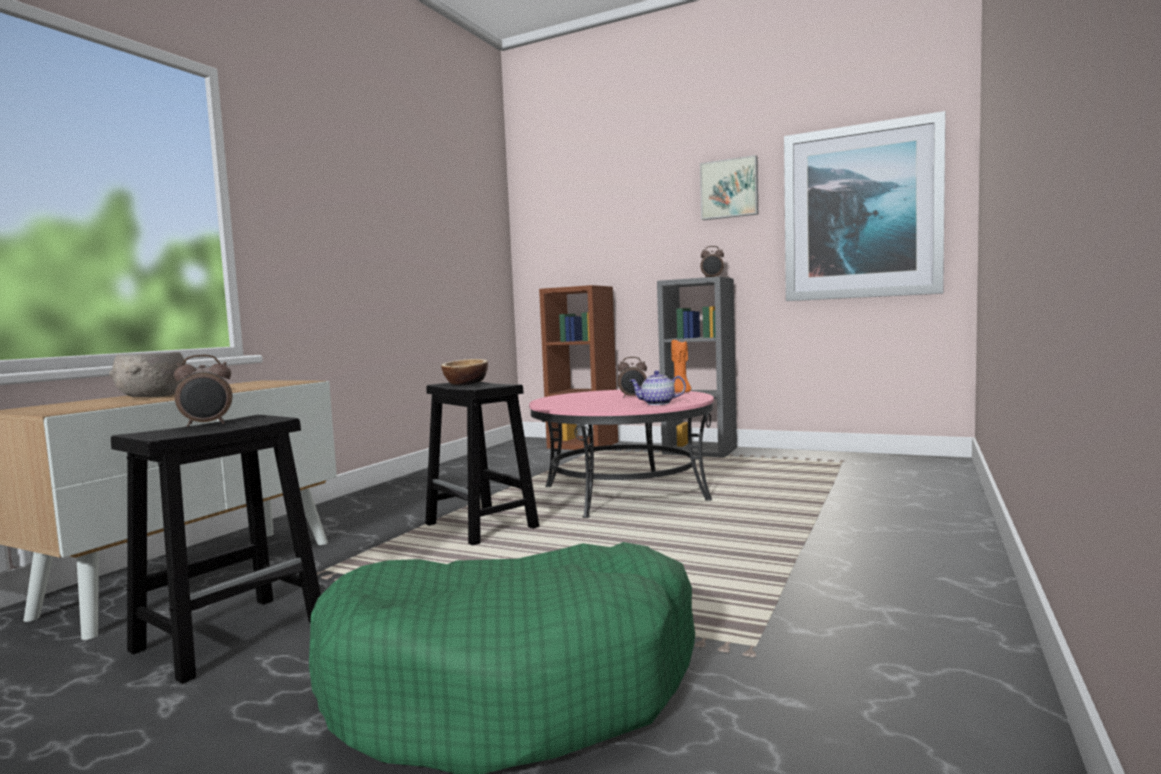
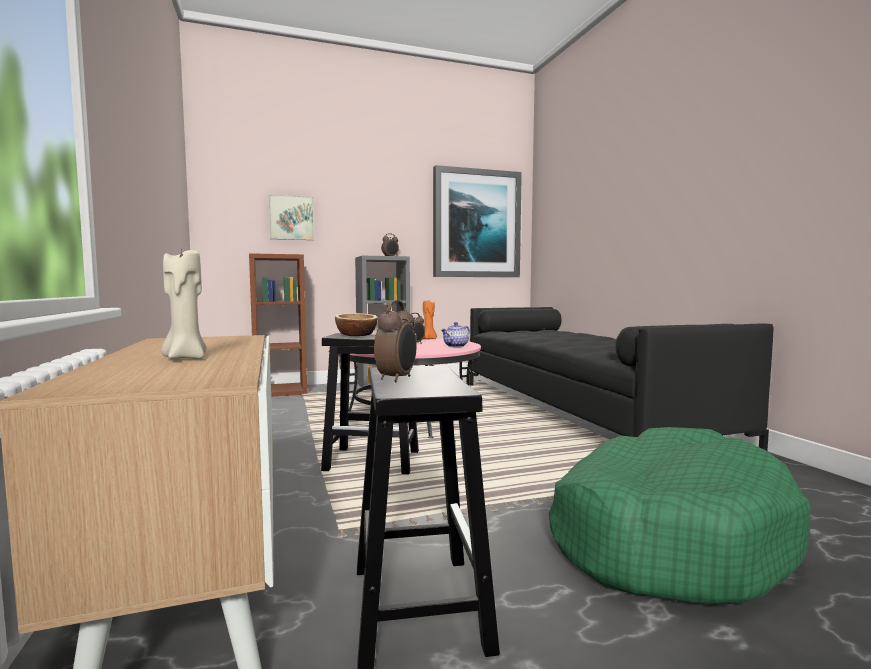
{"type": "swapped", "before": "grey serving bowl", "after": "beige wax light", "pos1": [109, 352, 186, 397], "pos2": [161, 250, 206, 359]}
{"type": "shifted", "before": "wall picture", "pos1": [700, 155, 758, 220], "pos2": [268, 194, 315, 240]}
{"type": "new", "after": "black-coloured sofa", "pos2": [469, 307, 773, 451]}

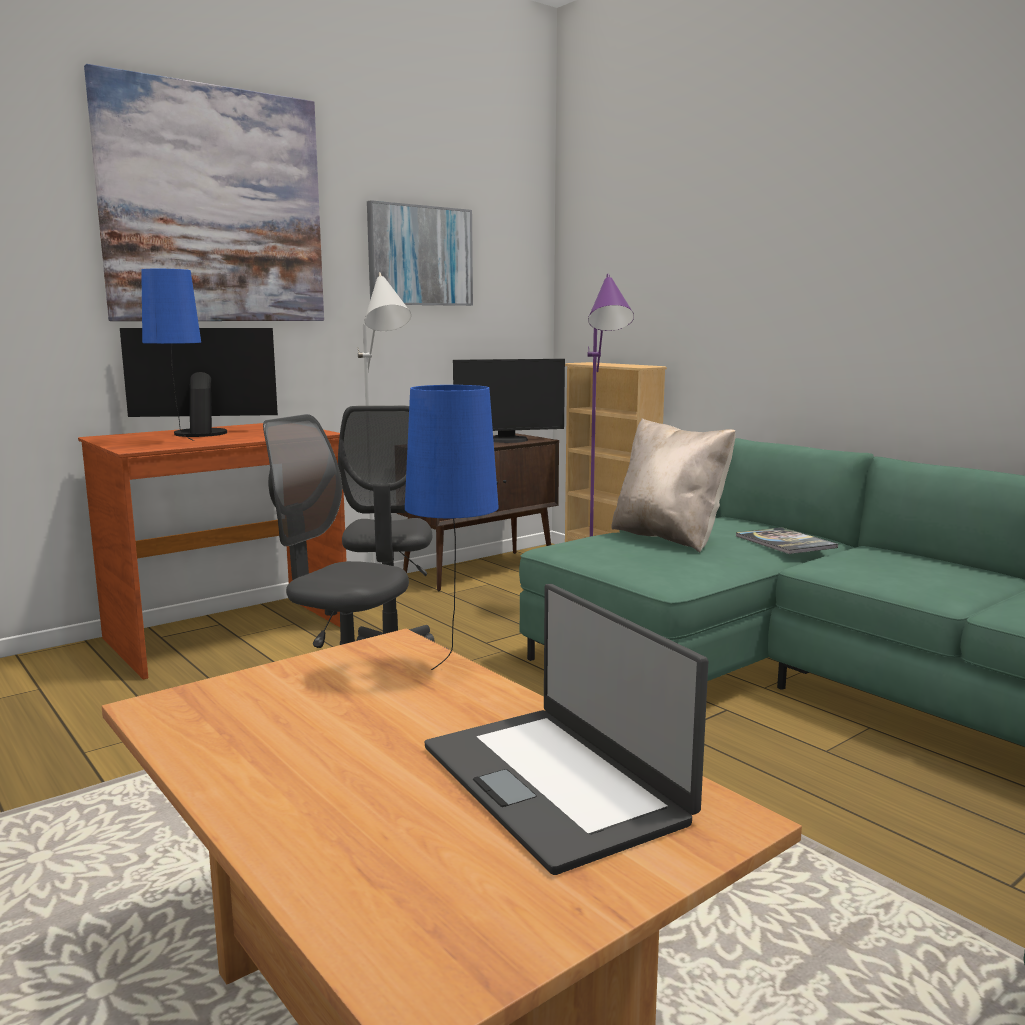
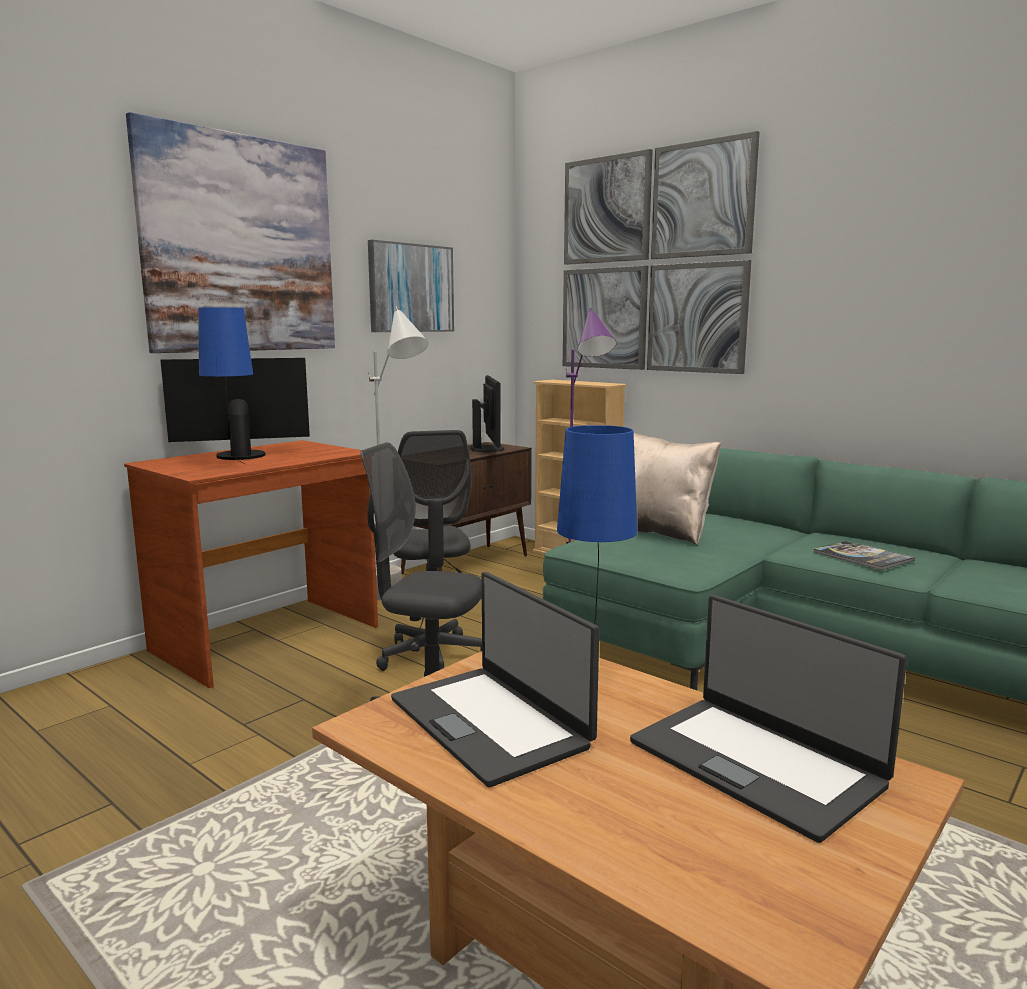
{"type": "rotated", "before": "monitor", "pos1": [453, 359, 565, 443], "pos2": [471, 375, 505, 452], "turn": -75}
{"type": "shifted", "before": "volume", "pos1": [736, 527, 838, 554], "pos2": [814, 541, 915, 570]}
{"type": "new", "after": "notebook computer", "pos2": [391, 572, 599, 787]}
{"type": "new", "after": "wall picture", "pos2": [563, 131, 759, 374]}

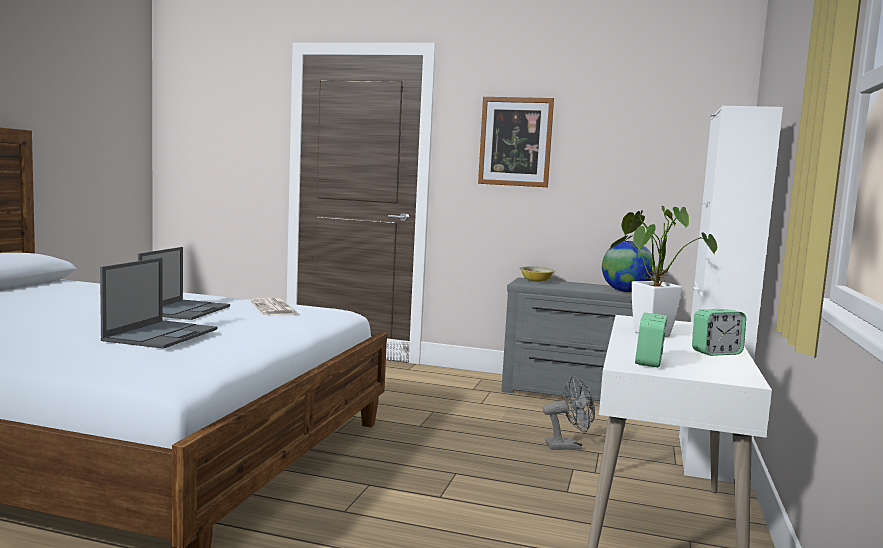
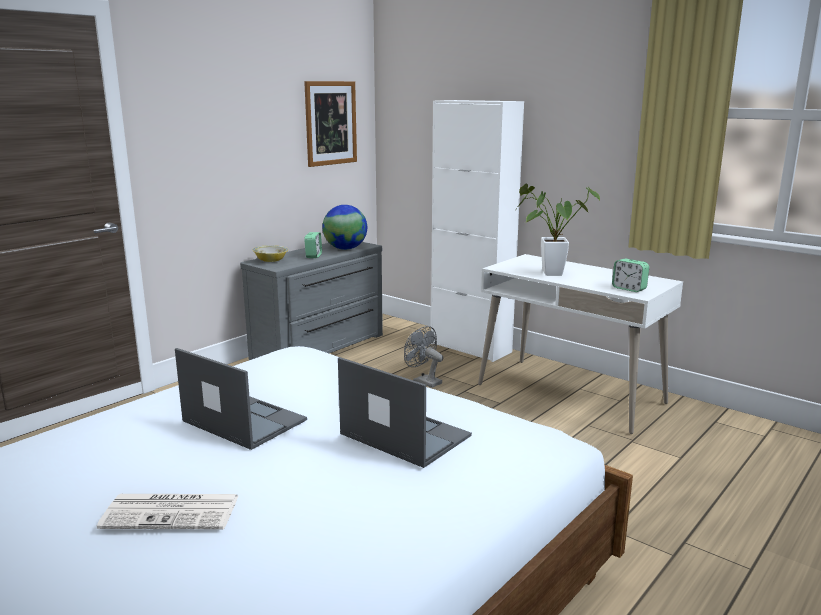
{"type": "shifted", "before": "daily paper", "pos1": [251, 298, 300, 316], "pos2": [97, 494, 239, 529]}
{"type": "shifted", "before": "wall picture", "pos1": [478, 97, 554, 187], "pos2": [304, 81, 357, 167]}
{"type": "rotated", "before": "grey electric fan", "pos1": [543, 376, 595, 450], "pos2": [404, 326, 443, 388], "turn": -60}
{"type": "shifted", "before": "bedside clock", "pos1": [692, 309, 746, 356], "pos2": [304, 232, 322, 258]}

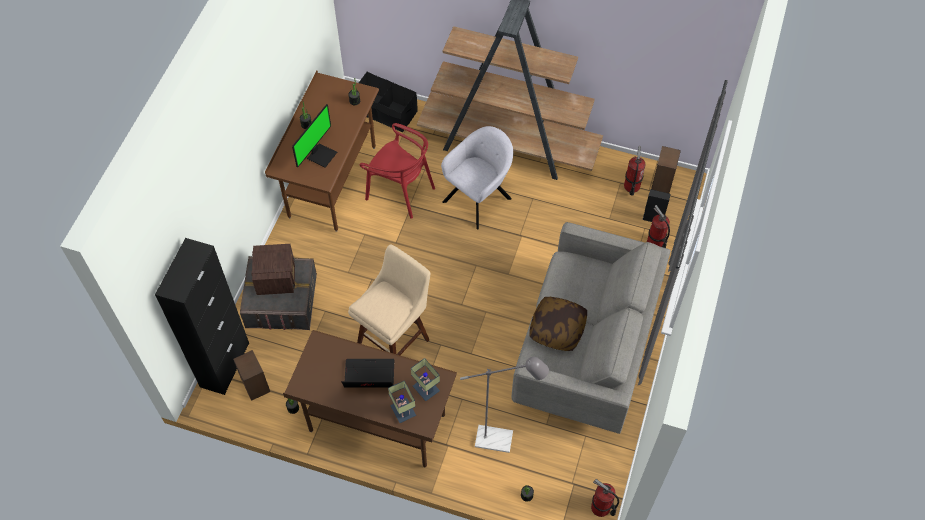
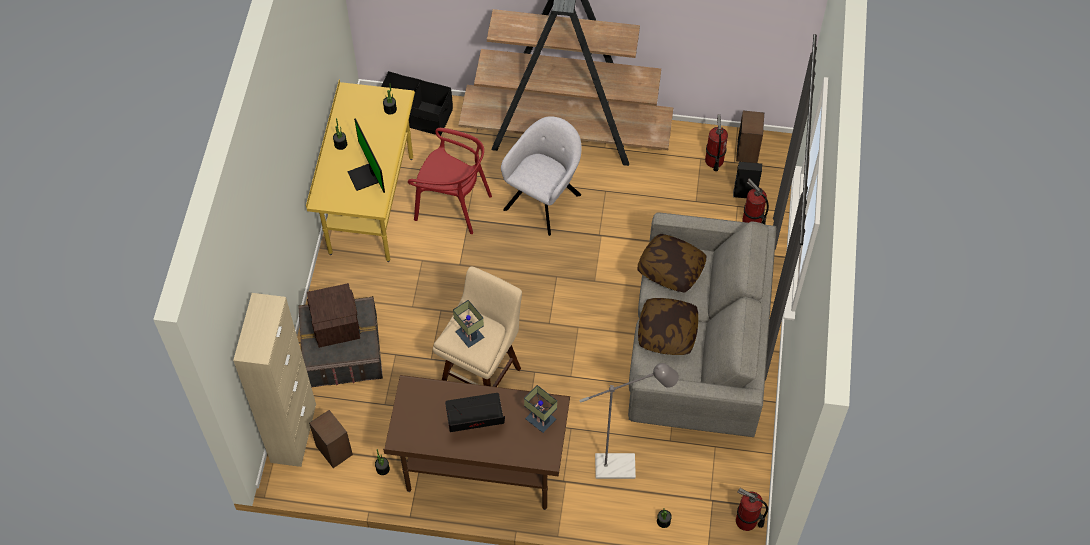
{"type": "repainted", "before": "black-coloured cupboard", "after": "beige cupboard", "pos1": [155, 238, 249, 395], "pos2": [233, 293, 316, 467]}
{"type": "repainted", "before": "brown-coloured desk", "after": "yellowish desk", "pos1": [265, 71, 379, 232], "pos2": [306, 79, 415, 262]}
{"type": "rotated", "before": "monitor", "pos1": [292, 104, 337, 168], "pos2": [347, 118, 385, 193], "turn": 135}
{"type": "shifted", "before": "table lamp", "pos1": [388, 381, 416, 423], "pos2": [453, 300, 485, 348]}
{"type": "new", "after": "pillow", "pos2": [637, 234, 706, 293]}

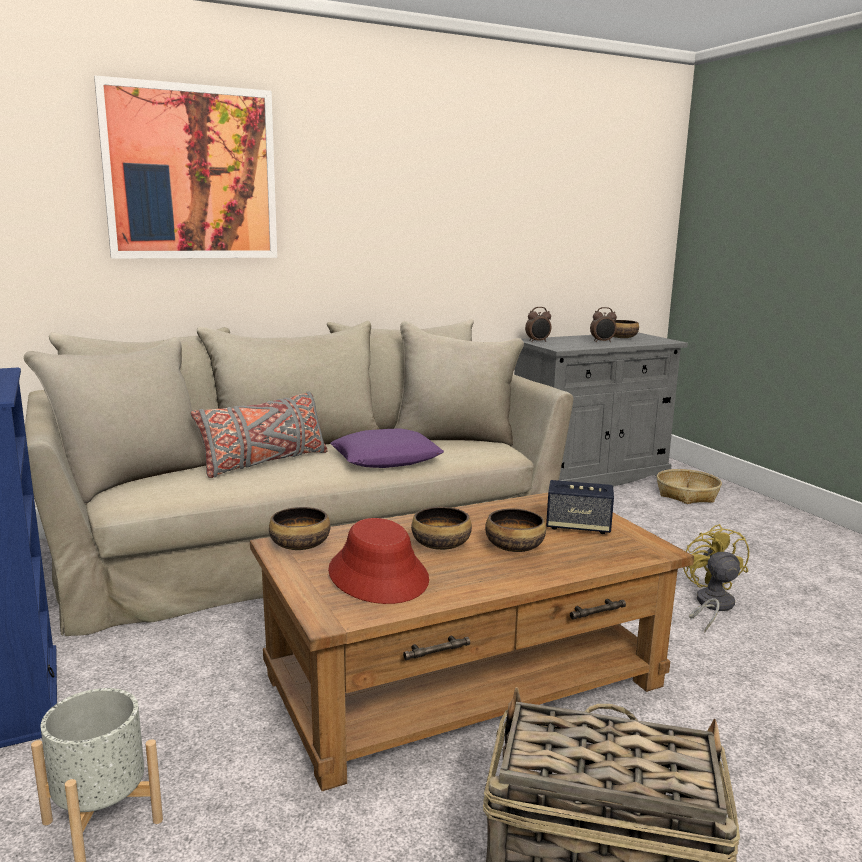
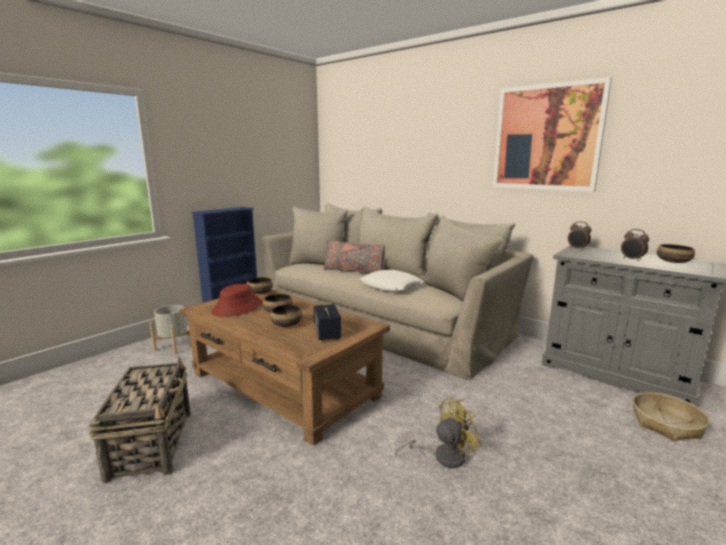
{"type": "shifted", "before": "wall picture", "pos1": [94, 76, 277, 259], "pos2": [493, 77, 612, 192]}
{"type": "repainted", "before": "purple-coloured pillow", "after": "whitish pillow", "pos1": [330, 428, 444, 468], "pos2": [359, 270, 425, 292]}

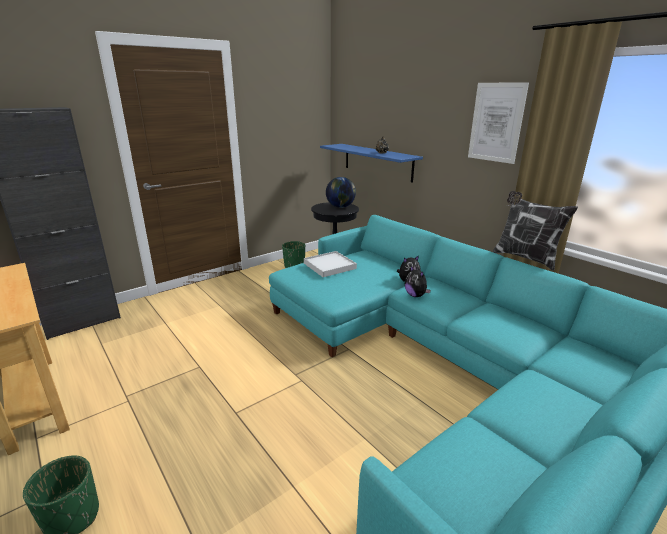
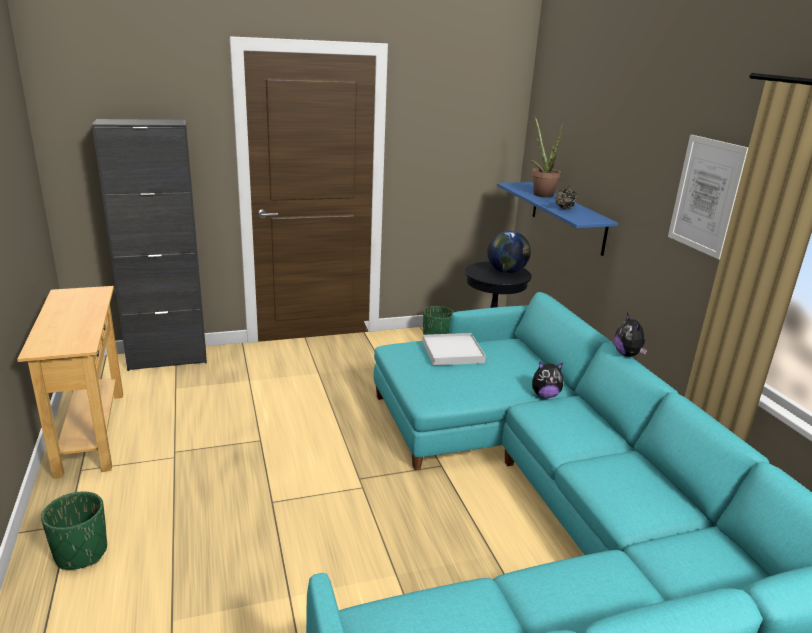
{"type": "shifted", "before": "plush toy", "pos1": [405, 266, 431, 297], "pos2": [615, 313, 647, 357]}
{"type": "gone", "before": "pillow", "pos1": [493, 191, 578, 270]}
{"type": "new", "after": "houseplant", "pos2": [531, 116, 563, 198]}

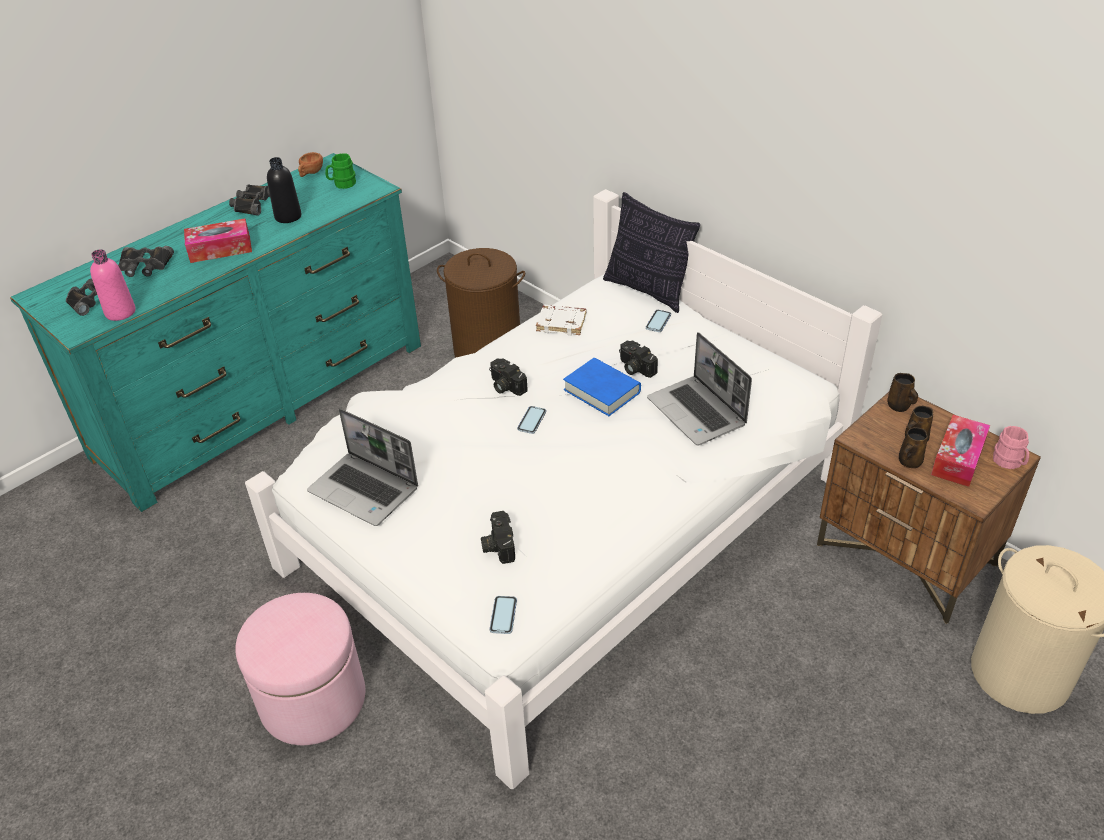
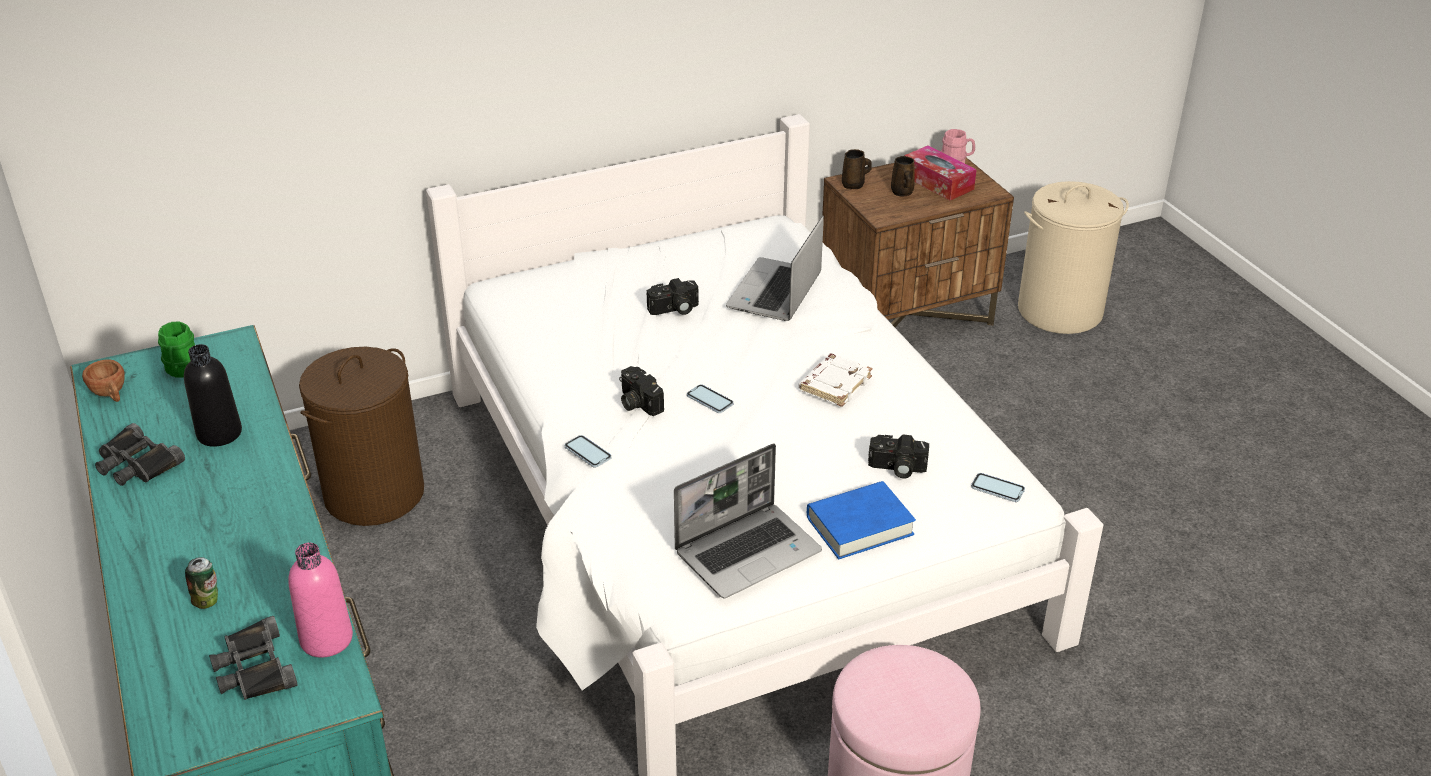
{"type": "swapped", "before": "black-coloured pair of binoculars", "after": "metal can", "pos1": [118, 246, 174, 277], "pos2": [185, 557, 218, 609]}
{"type": "gone", "before": "tissue holder", "pos1": [184, 218, 252, 263]}
{"type": "rotated", "before": "still camera", "pos1": [489, 358, 528, 396], "pos2": [619, 366, 664, 416], "turn": 75}
{"type": "shifted", "before": "whitish volume", "pos1": [536, 305, 586, 335], "pos2": [798, 353, 873, 407]}
{"type": "shifted", "before": "bluish volume", "pos1": [563, 358, 641, 416], "pos2": [807, 481, 916, 559]}
{"type": "gone", "before": "pillow", "pos1": [603, 192, 700, 313]}
{"type": "shifted", "before": "telephone", "pos1": [646, 310, 671, 332], "pos2": [565, 435, 612, 468]}
{"type": "rotated", "before": "notebook computer", "pos1": [647, 332, 752, 445], "pos2": [726, 216, 824, 321], "turn": 120}
{"type": "gone", "before": "brown-coloured tea mug", "pos1": [899, 427, 928, 468]}

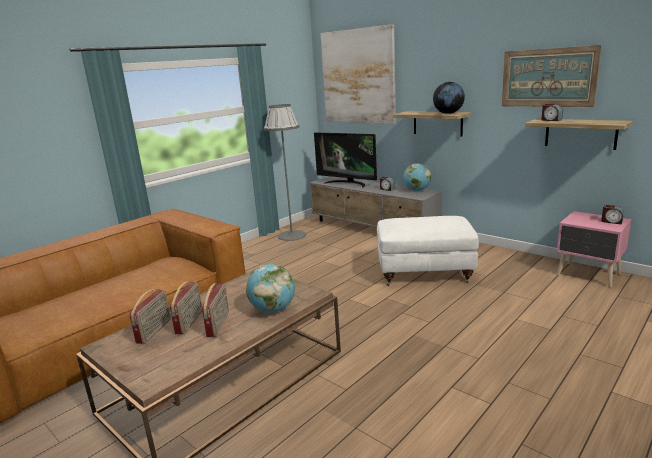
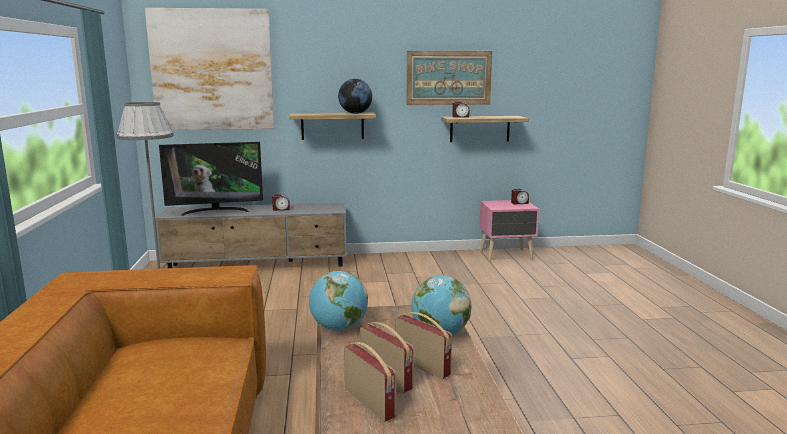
{"type": "gone", "before": "whitish footrest", "pos1": [377, 216, 479, 286]}
{"type": "shifted", "before": "world globe", "pos1": [403, 163, 431, 191], "pos2": [309, 271, 368, 331]}

